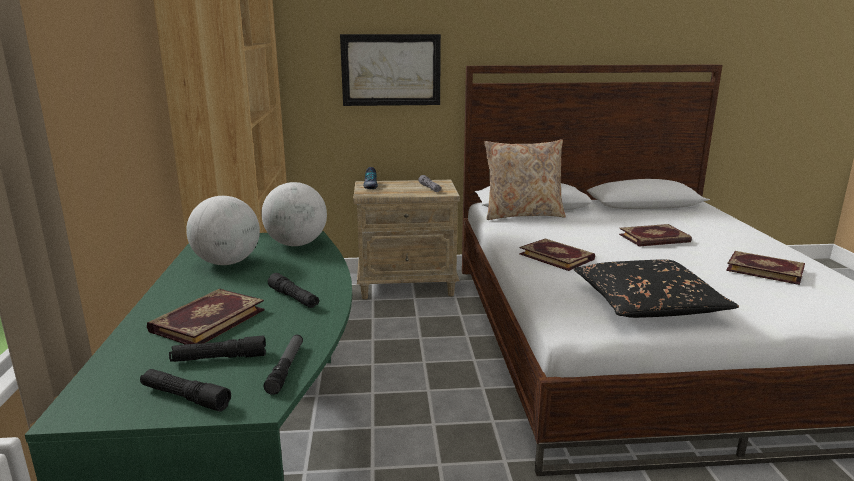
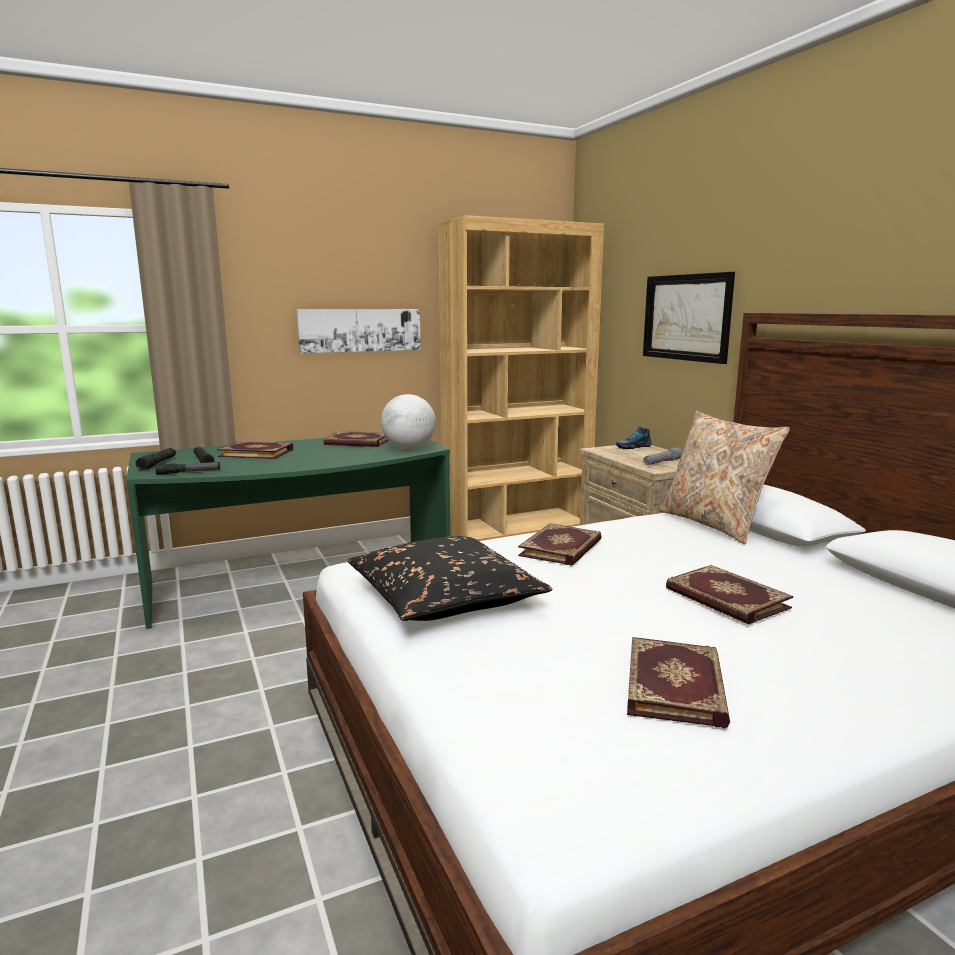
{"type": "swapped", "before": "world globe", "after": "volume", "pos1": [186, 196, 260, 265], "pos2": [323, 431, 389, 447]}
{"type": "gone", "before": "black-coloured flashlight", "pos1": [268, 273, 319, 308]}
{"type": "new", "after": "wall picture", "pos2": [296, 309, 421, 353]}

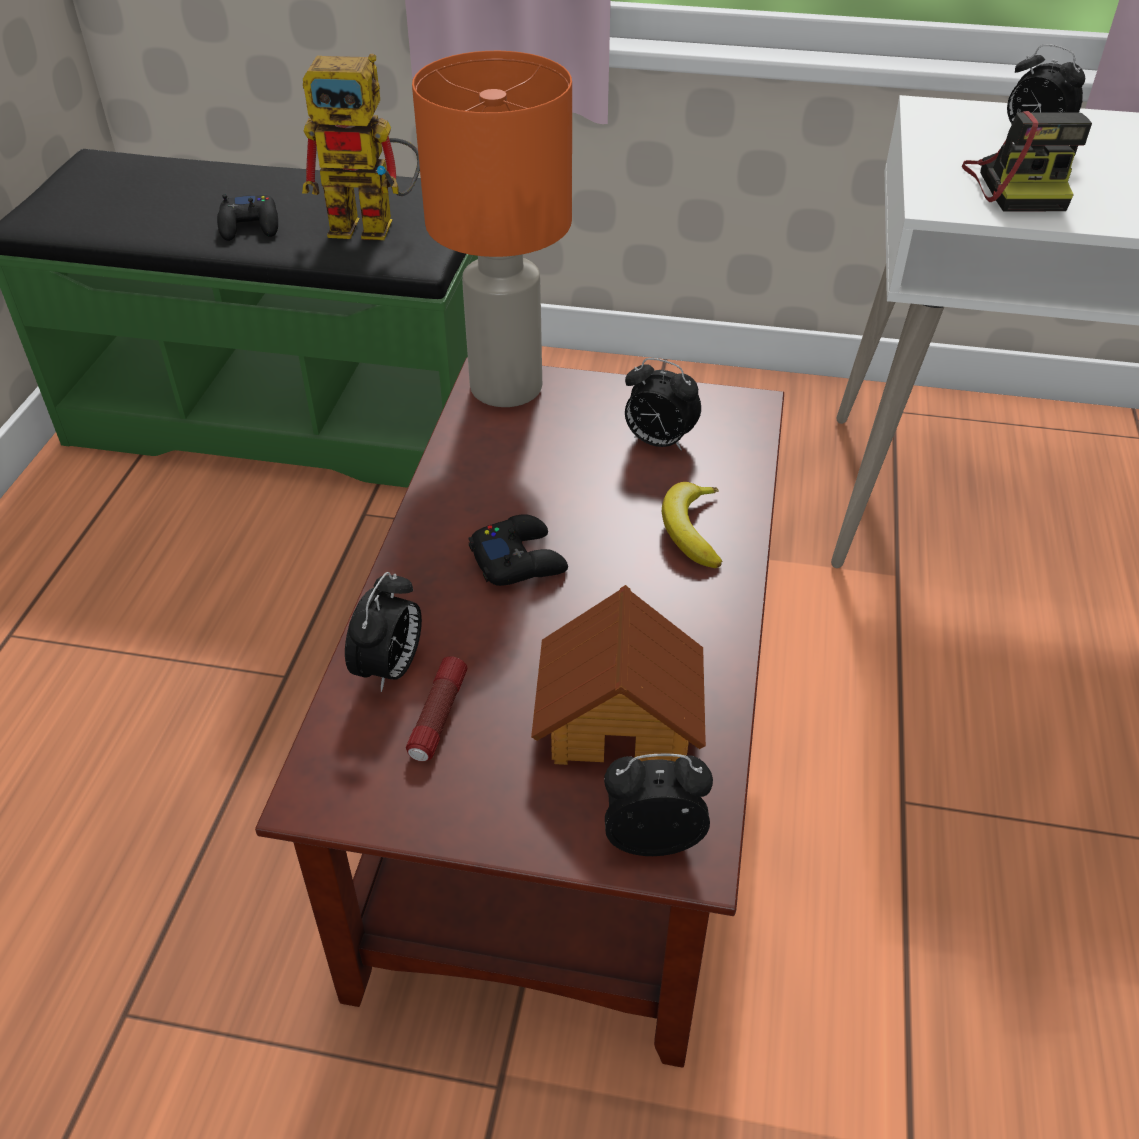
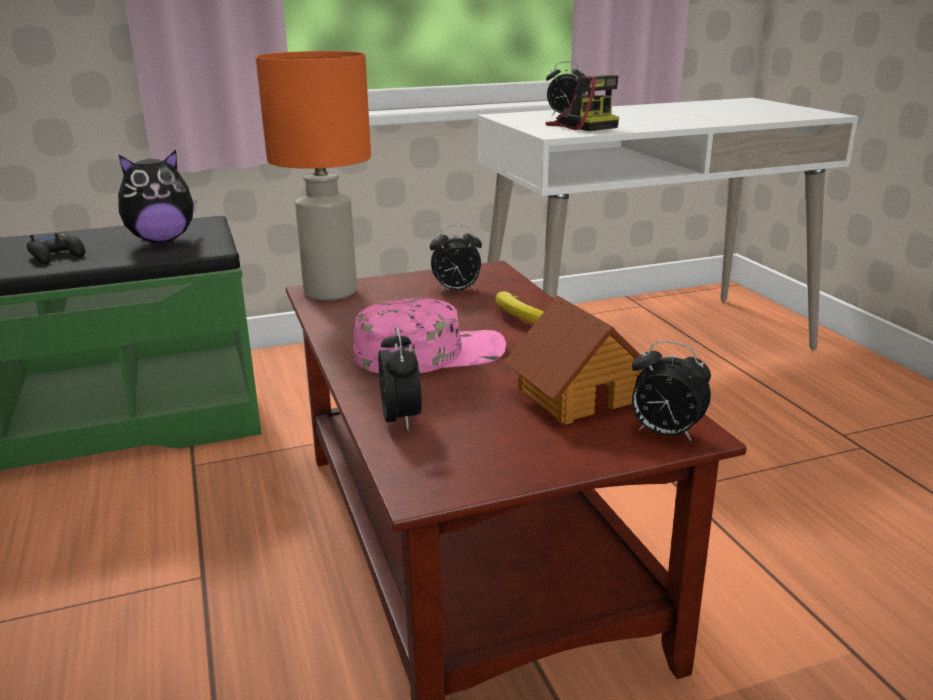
{"type": "swapped", "before": "model robot", "after": "plush toy", "pos1": [302, 53, 420, 240], "pos2": [118, 150, 196, 242]}
{"type": "gone", "before": "flashlight", "pos1": [406, 656, 467, 761]}
{"type": "swapped", "before": "black-coloured game controller", "after": "pink peaked cap", "pos1": [468, 514, 568, 586], "pos2": [353, 297, 506, 373]}
{"type": "rotated", "before": "bedside clock", "pos1": [604, 753, 713, 856], "pos2": [632, 341, 711, 441], "turn": -120}

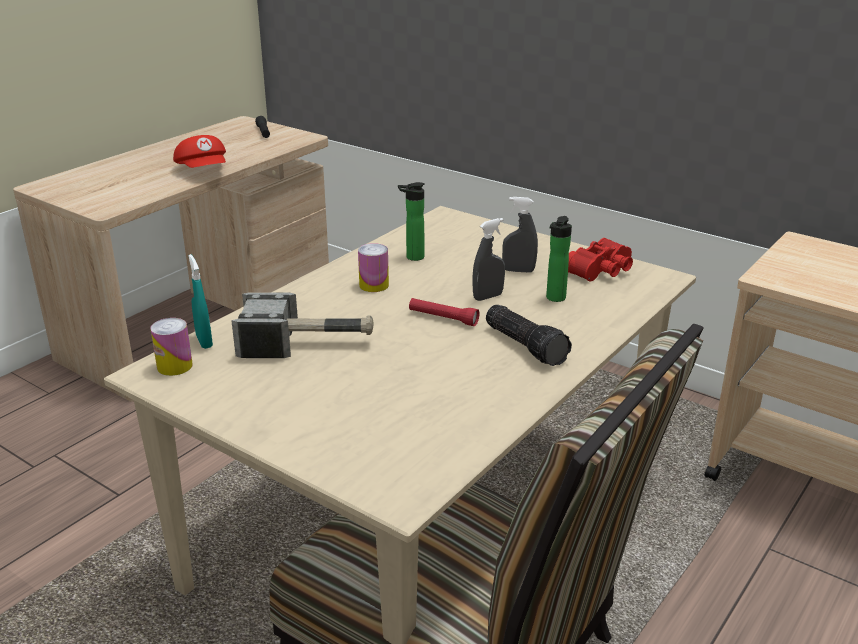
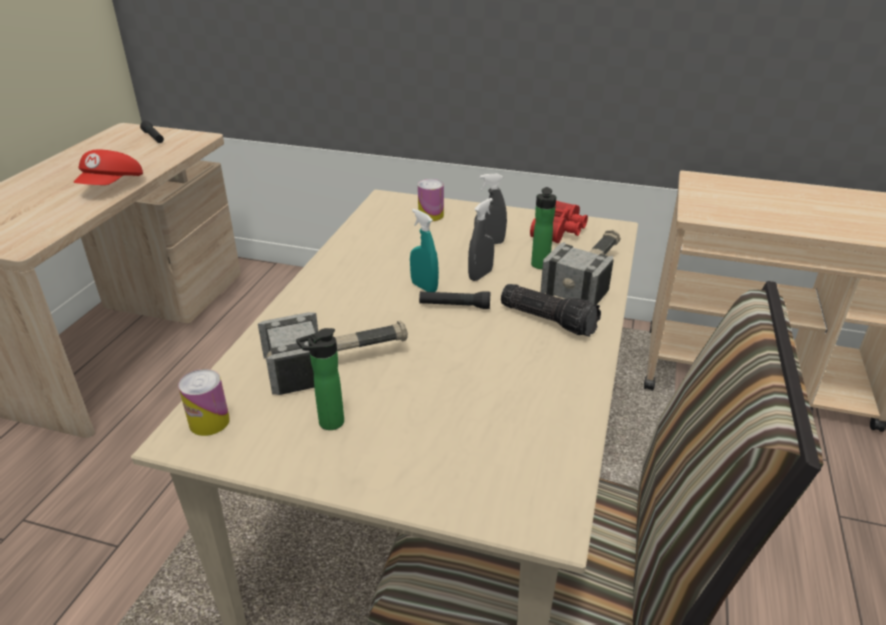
{"type": "rotated", "before": "red-coloured peaked cap", "pos1": [173, 135, 226, 168], "pos2": [74, 149, 143, 185], "turn": 60}
{"type": "shifted", "before": "turquoise hand sprayer", "pos1": [189, 254, 213, 349], "pos2": [410, 209, 439, 292]}
{"type": "shifted", "before": "metal can", "pos1": [358, 243, 389, 292], "pos2": [418, 179, 444, 221]}
{"type": "shifted", "before": "bottle", "pos1": [398, 182, 425, 261], "pos2": [296, 328, 344, 430]}
{"type": "repainted", "before": "red-coloured flashlight", "after": "black-coloured flashlight", "pos1": [409, 298, 479, 326], "pos2": [419, 291, 490, 309]}
{"type": "new", "after": "hand hammer", "pos2": [541, 230, 621, 305]}

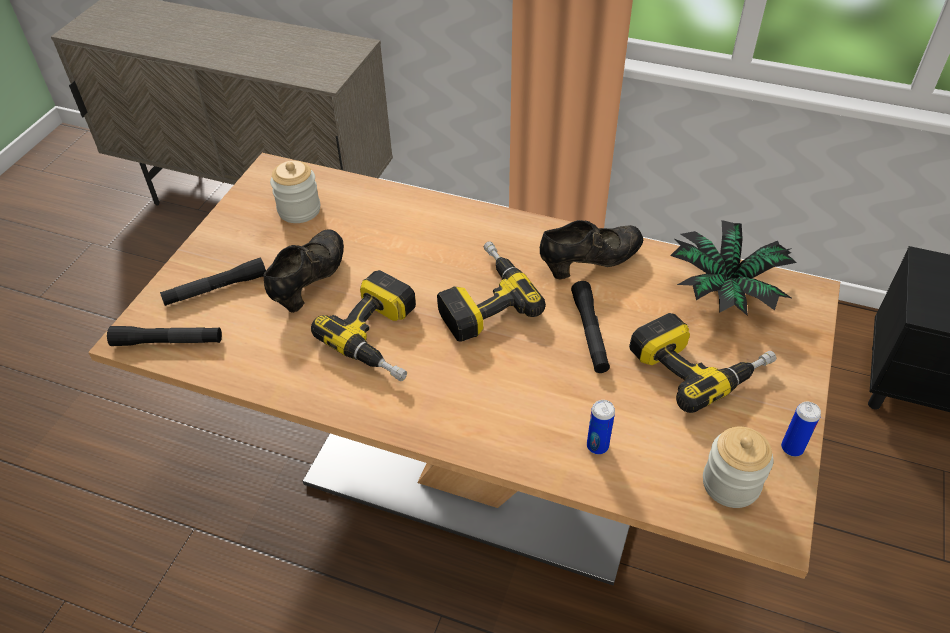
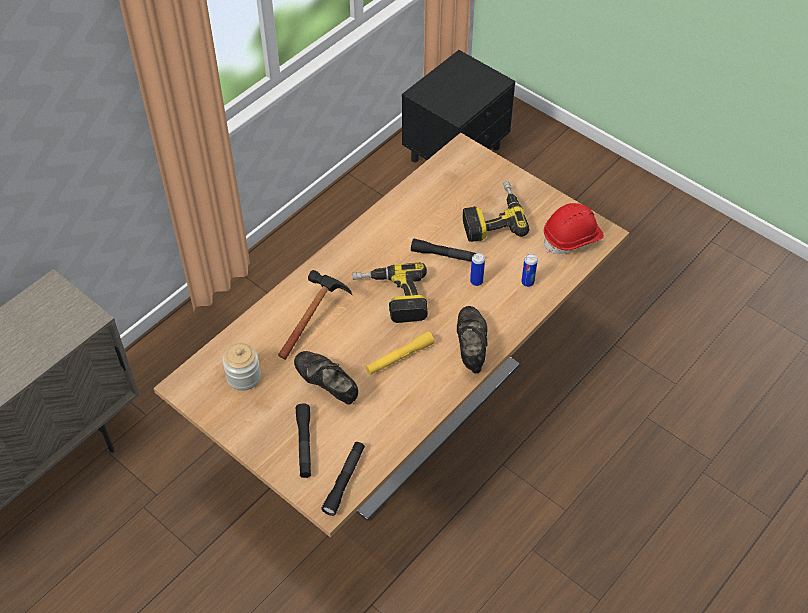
{"type": "swapped", "before": "electric drill", "after": "yellowish flashlight", "pos1": [311, 270, 416, 381], "pos2": [366, 331, 435, 375]}
{"type": "shifted", "before": "black-coloured shoe", "pos1": [540, 220, 643, 280], "pos2": [457, 306, 488, 374]}
{"type": "gone", "before": "houseplant", "pos1": [670, 220, 797, 316]}
{"type": "swapped", "before": "jar", "after": "red-coloured hard hat", "pos1": [703, 427, 773, 508], "pos2": [544, 203, 604, 254]}
{"type": "shifted", "before": "metal can", "pos1": [781, 402, 821, 457], "pos2": [470, 253, 485, 286]}
{"type": "new", "after": "hand hammer", "pos2": [278, 270, 353, 360]}

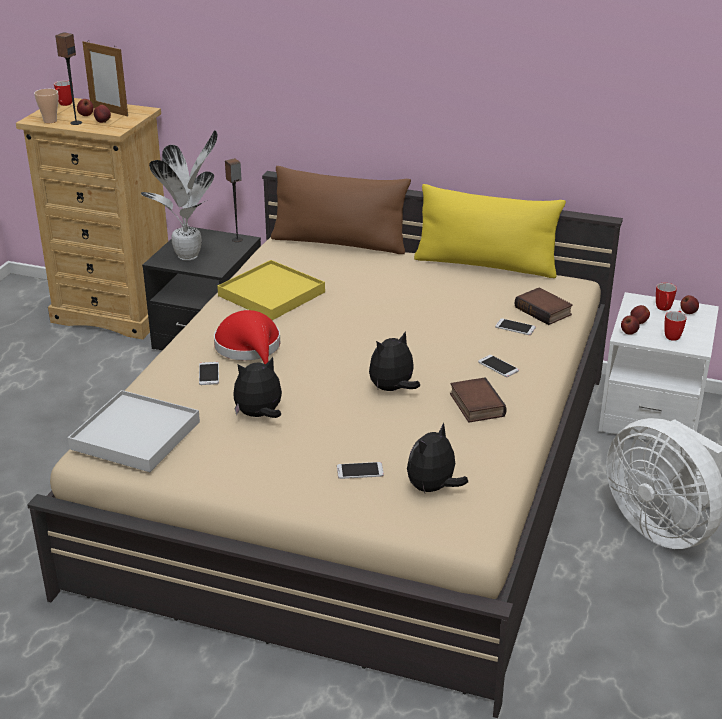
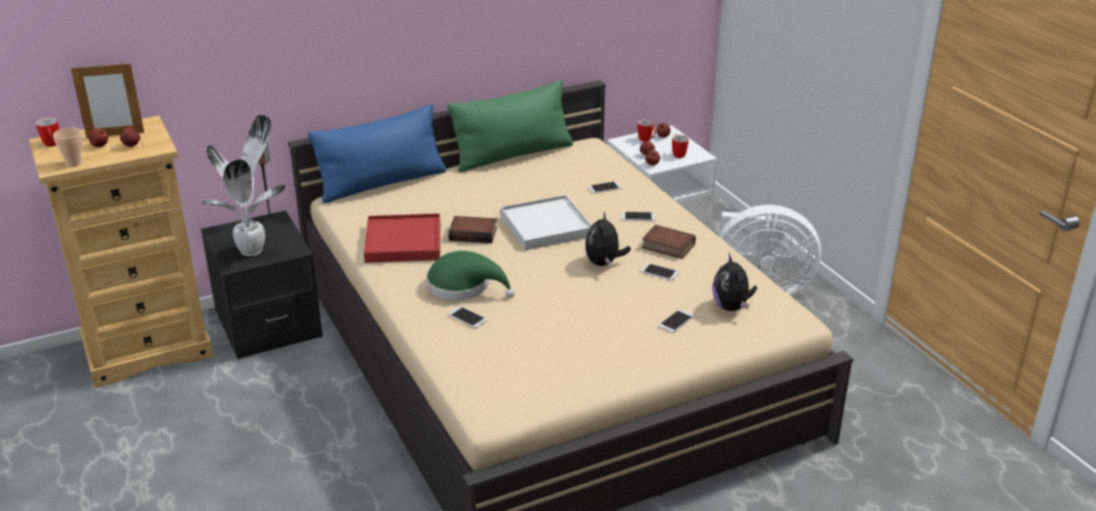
{"type": "gone", "before": "audio speaker", "pos1": [55, 32, 82, 125]}
{"type": "shifted", "before": "whitish serving tray", "pos1": [68, 390, 200, 472], "pos2": [501, 195, 592, 250]}
{"type": "repainted", "before": "red-coloured wearable hat", "after": "greenish wearable hat", "pos1": [214, 310, 280, 364], "pos2": [426, 251, 515, 300]}
{"type": "repainted", "before": "yellowish serving tray", "after": "red-coloured serving tray", "pos1": [217, 260, 325, 320], "pos2": [364, 213, 440, 263]}
{"type": "gone", "before": "plush toy", "pos1": [233, 357, 282, 418]}
{"type": "repainted", "before": "brown-coloured pillow", "after": "bluish pillow", "pos1": [271, 166, 411, 254], "pos2": [308, 104, 446, 203]}
{"type": "repainted", "before": "yellowish pillow", "after": "greenish pillow", "pos1": [414, 184, 566, 278], "pos2": [447, 79, 573, 172]}
{"type": "shifted", "before": "volume", "pos1": [515, 288, 573, 325], "pos2": [448, 216, 497, 243]}
{"type": "new", "after": "telephone", "pos2": [640, 263, 679, 281]}

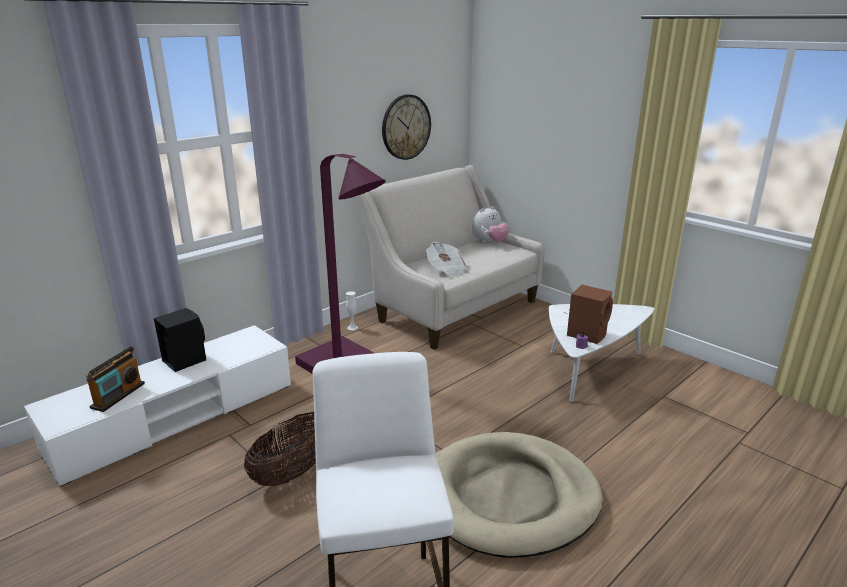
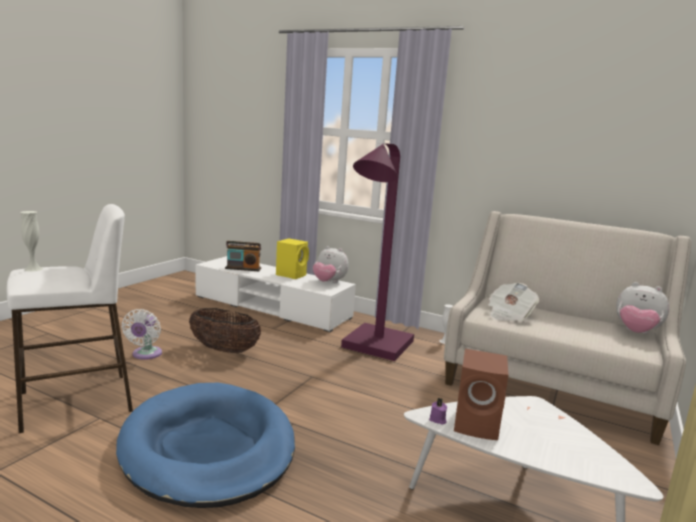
{"type": "repainted", "before": "black-coloured audio speaker", "after": "yellowish audio speaker", "pos1": [154, 308, 206, 372], "pos2": [276, 238, 309, 279]}
{"type": "gone", "before": "wall clock", "pos1": [382, 94, 431, 160]}
{"type": "repainted", "before": "beige dog cushion", "after": "bluish dog cushion", "pos1": [435, 432, 603, 558], "pos2": [116, 383, 295, 508]}
{"type": "new", "after": "whitish flower vase", "pos2": [20, 211, 43, 272]}
{"type": "new", "after": "whitish electric fan", "pos2": [122, 309, 162, 360]}
{"type": "new", "after": "plush toy", "pos2": [313, 246, 349, 283]}

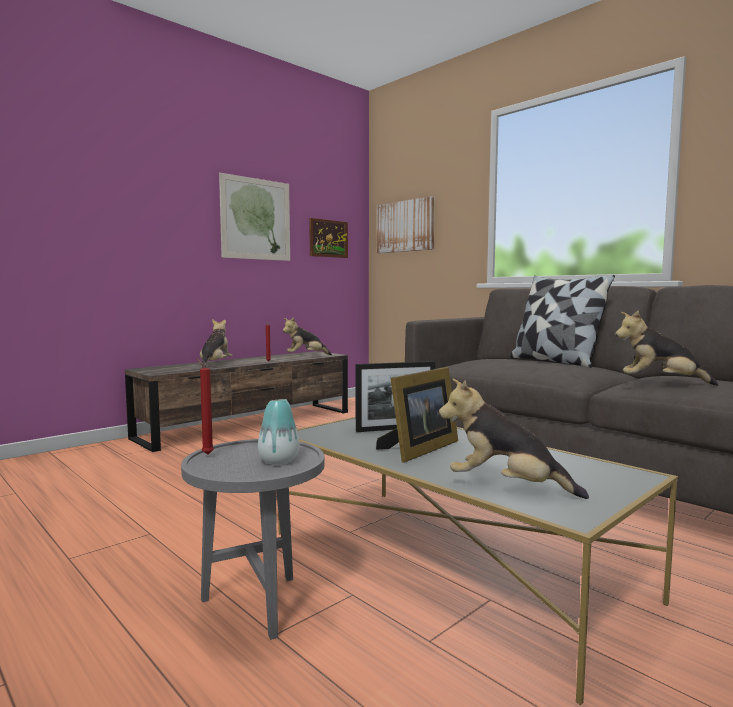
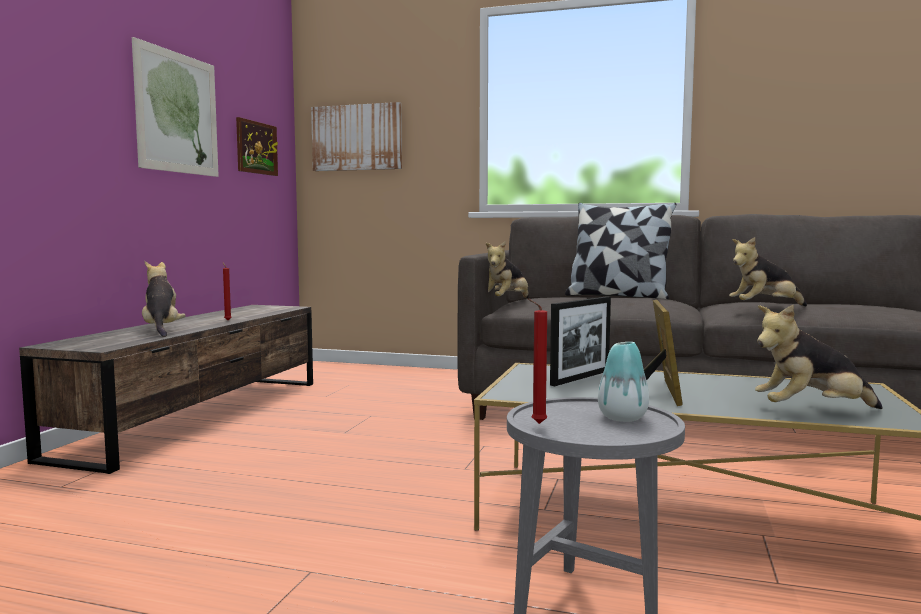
{"type": "shifted", "before": "plush toy", "pos1": [283, 317, 332, 355], "pos2": [486, 241, 529, 298]}

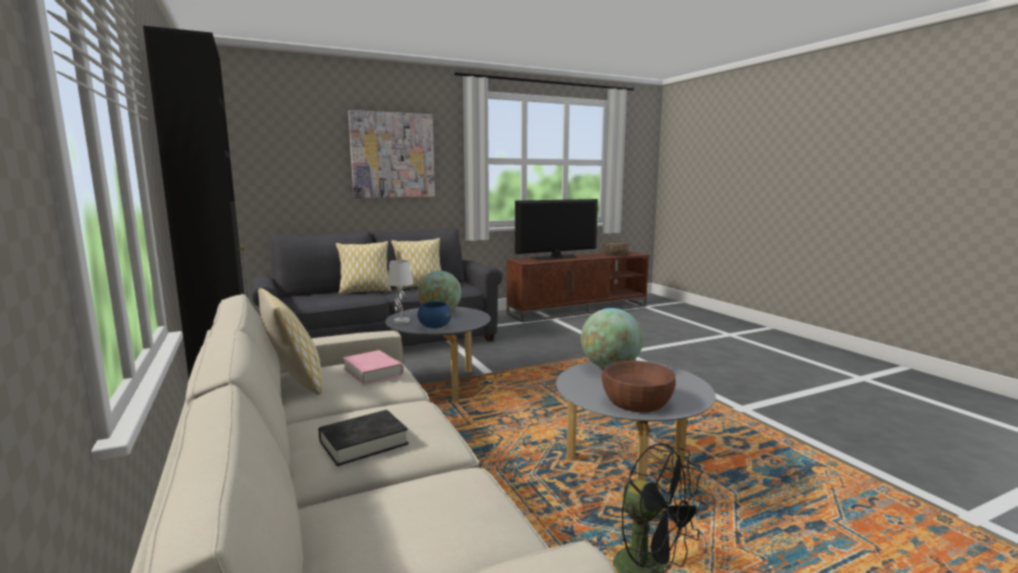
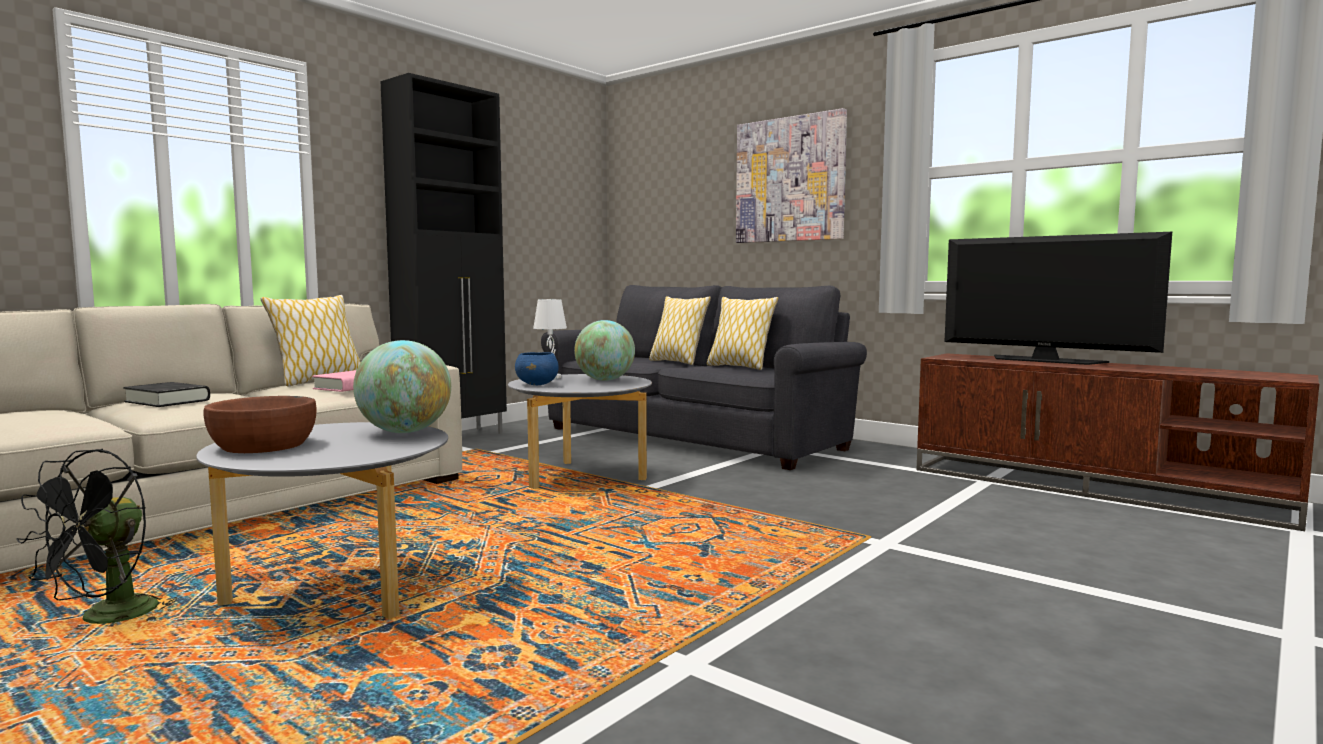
{"type": "gone", "before": "brown-coloured serving bowl", "pos1": [602, 241, 630, 255]}

